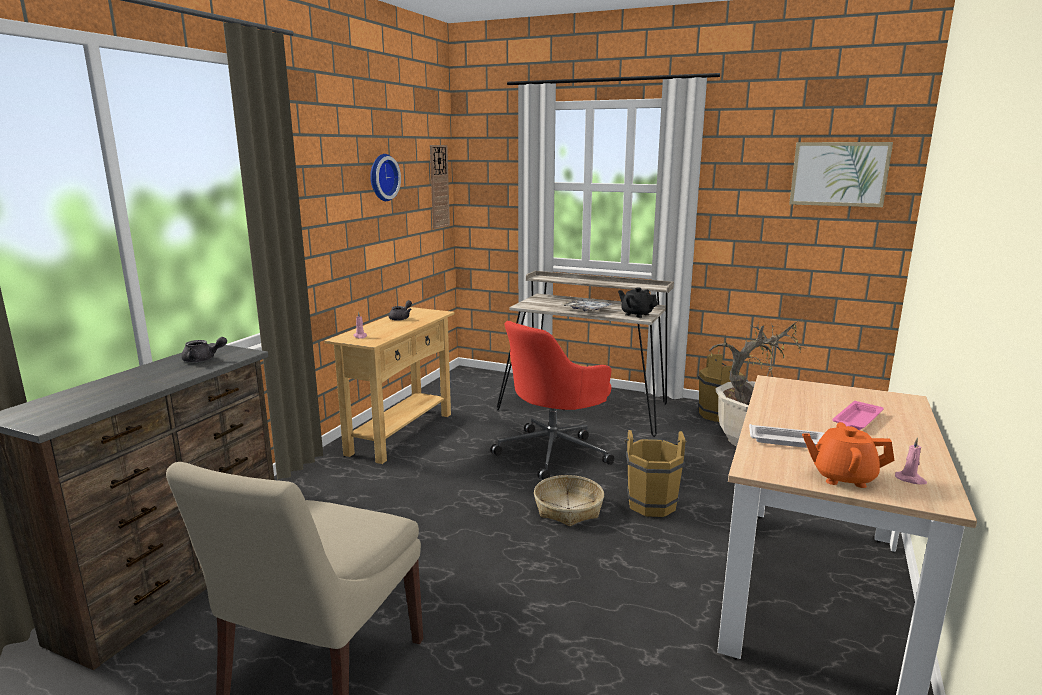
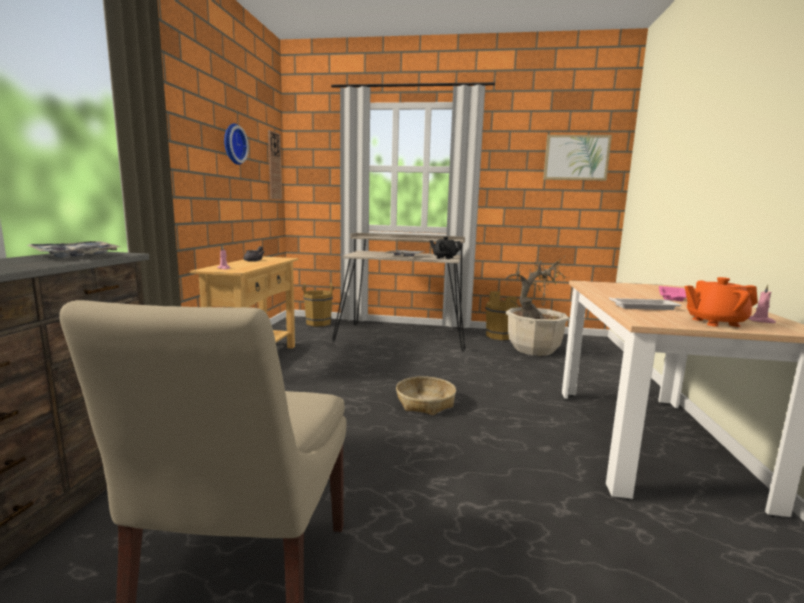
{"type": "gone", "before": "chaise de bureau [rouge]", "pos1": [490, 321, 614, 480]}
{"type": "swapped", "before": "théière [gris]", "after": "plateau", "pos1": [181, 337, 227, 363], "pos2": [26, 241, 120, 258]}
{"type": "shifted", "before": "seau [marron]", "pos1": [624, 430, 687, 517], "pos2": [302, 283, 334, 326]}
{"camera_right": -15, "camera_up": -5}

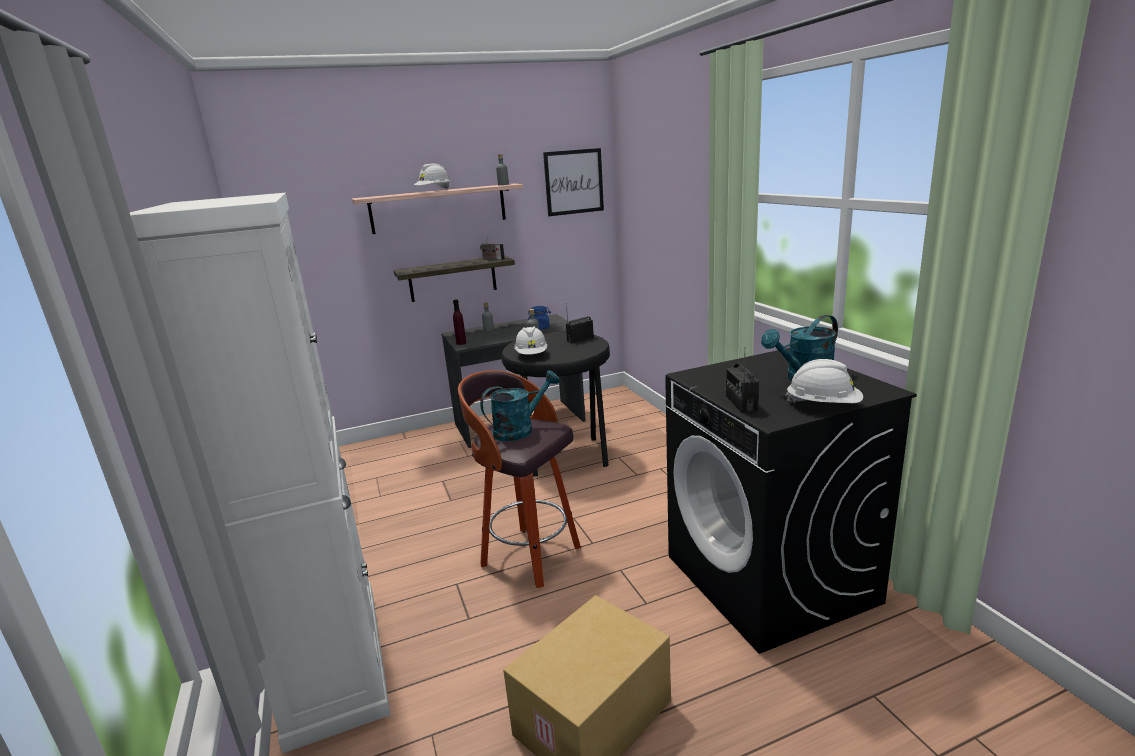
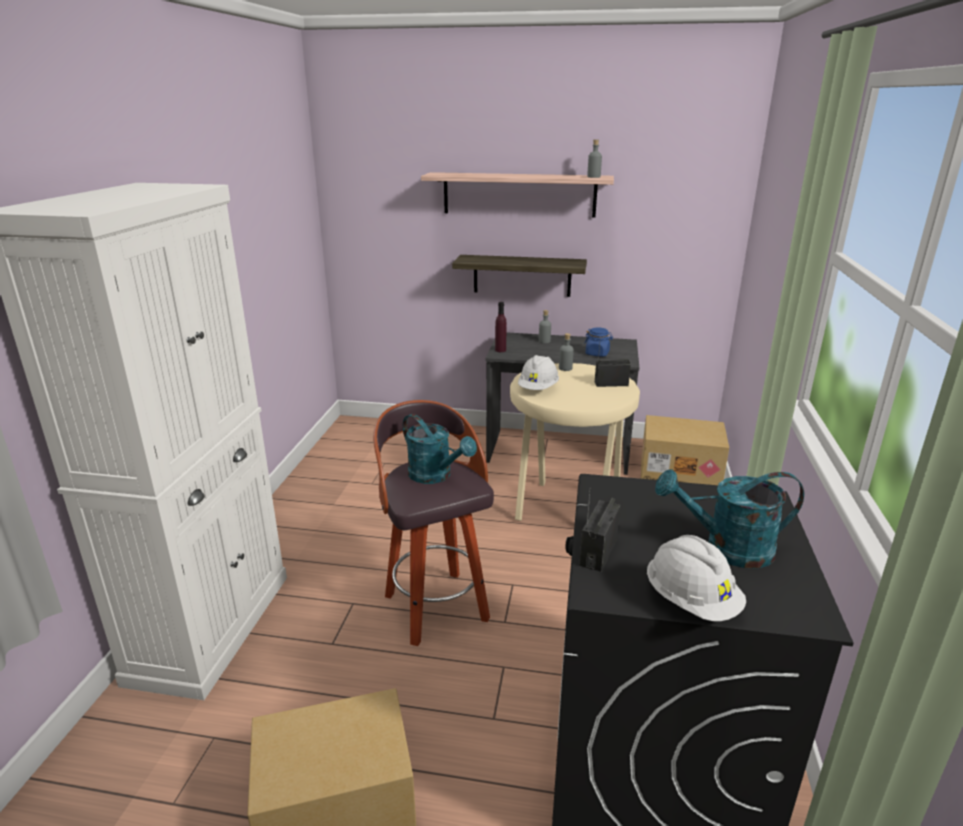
{"type": "gone", "before": "tableau", "pos1": [543, 148, 604, 216]}
{"type": "gone", "before": "casque de chantier [blanc]", "pos1": [414, 164, 450, 190]}
{"type": "gone", "before": "radio", "pos1": [480, 235, 505, 260]}
{"type": "repainted", "before": "tabouret [noir]", "after": "tabouret [beige]", "pos1": [501, 332, 610, 477], "pos2": [510, 363, 640, 521]}
{"type": "rotated", "before": "arrosoir [turquoise]", "pos1": [480, 370, 559, 441], "pos2": [403, 414, 477, 484], "turn": 45}
{"type": "new", "after": "carton", "pos2": [641, 415, 729, 485]}
{"camera_right": 30, "camera_up": 5}

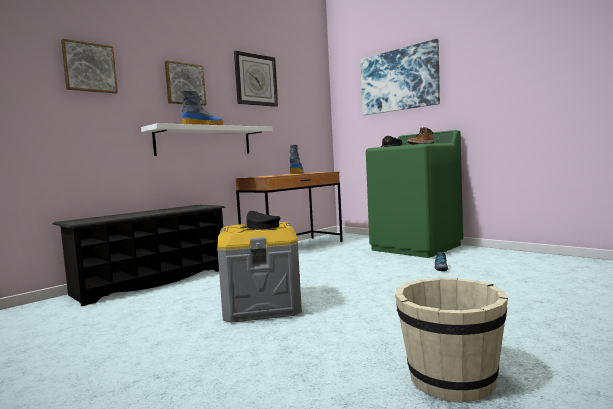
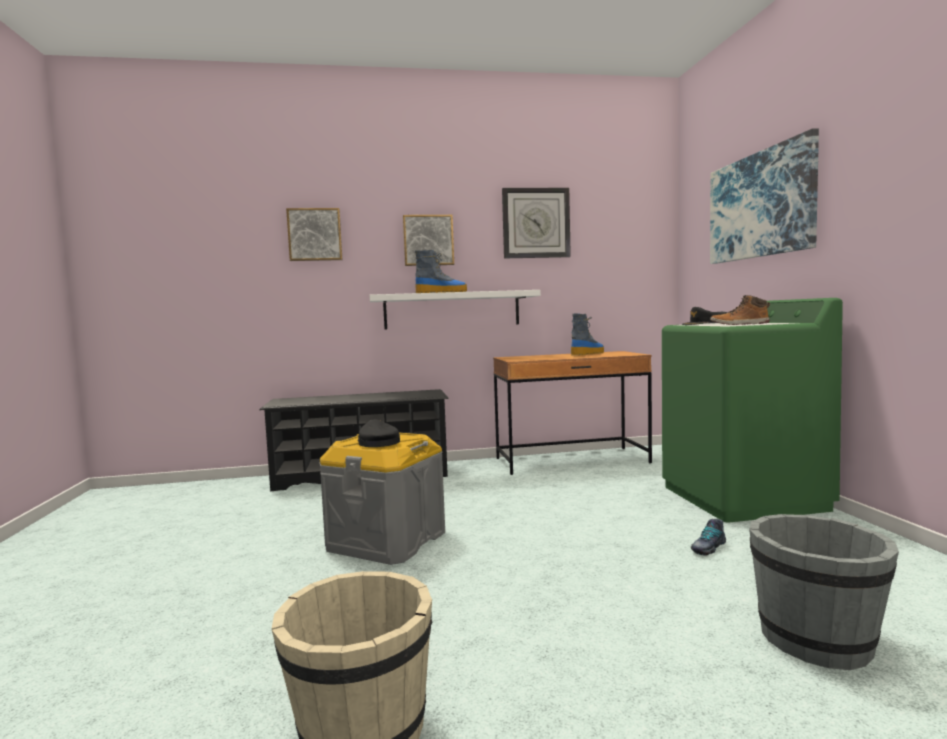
{"type": "new", "after": "seau [gris]", "pos2": [749, 514, 899, 670]}
{"camera_right": 35, "camera_up": 0}

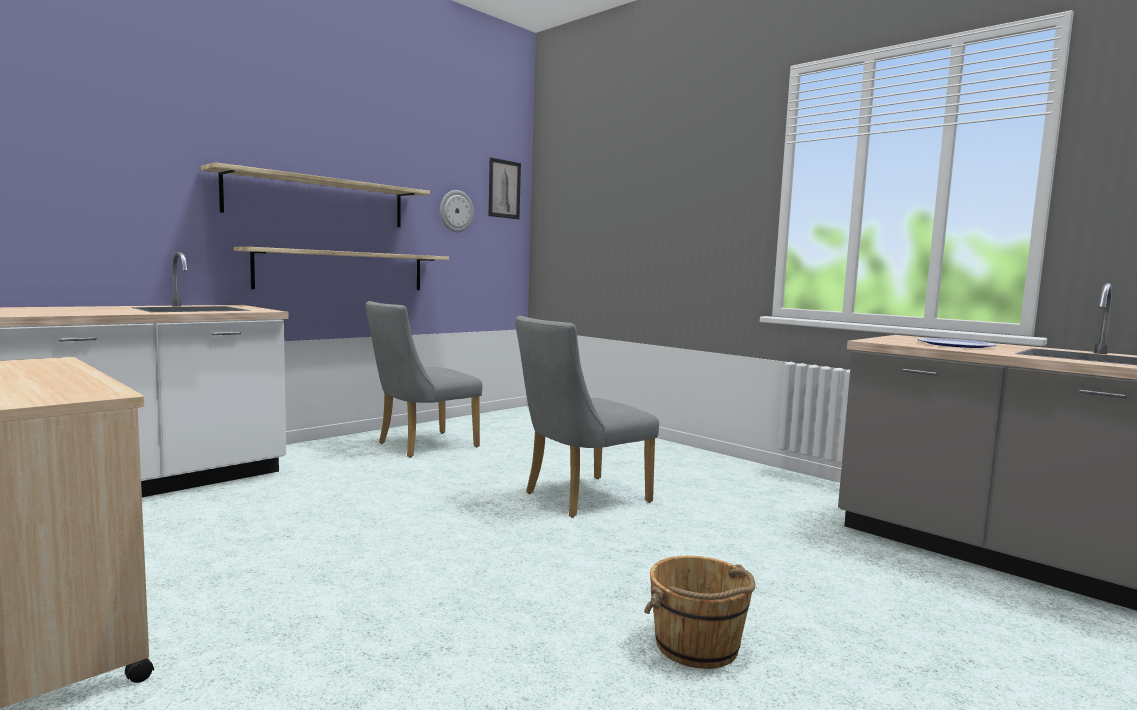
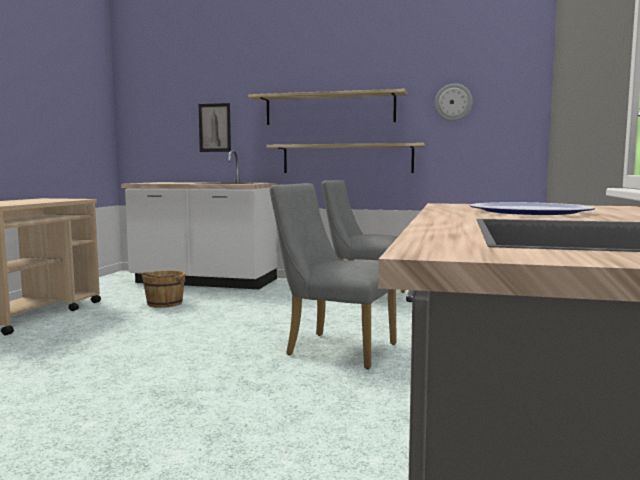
{"type": "shifted", "before": "tableau", "pos1": [489, 157, 521, 219], "pos2": [198, 103, 231, 152]}
{"type": "shifted", "before": "seau [marron]", "pos1": [644, 556, 755, 669], "pos2": [141, 270, 186, 308]}
{"camera_right": 60, "camera_up": 0}

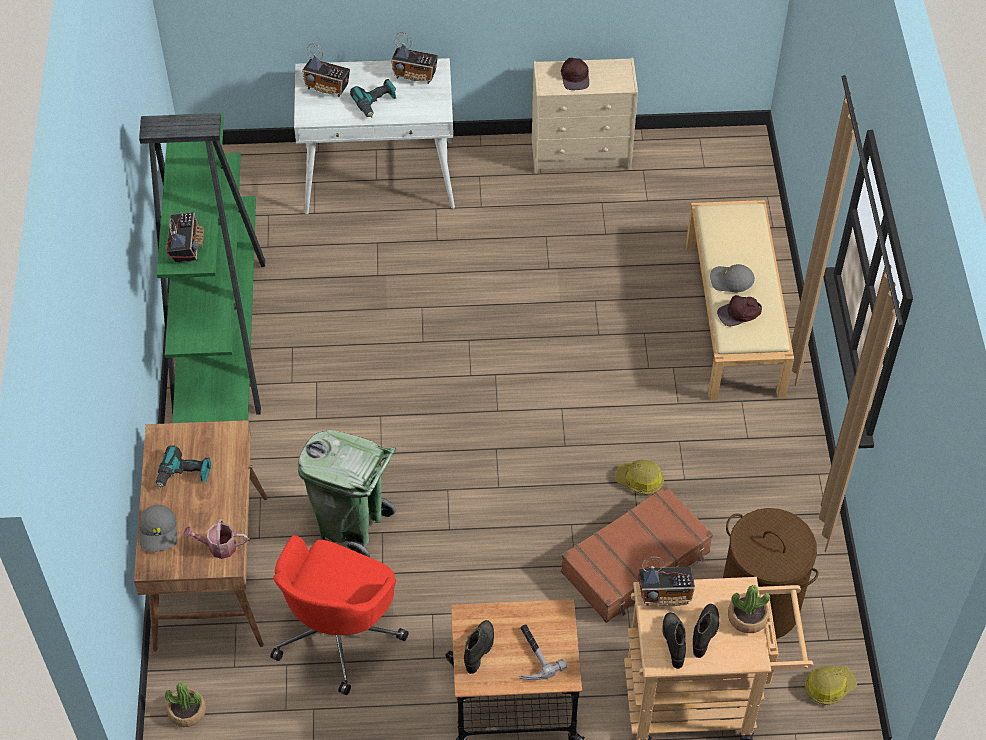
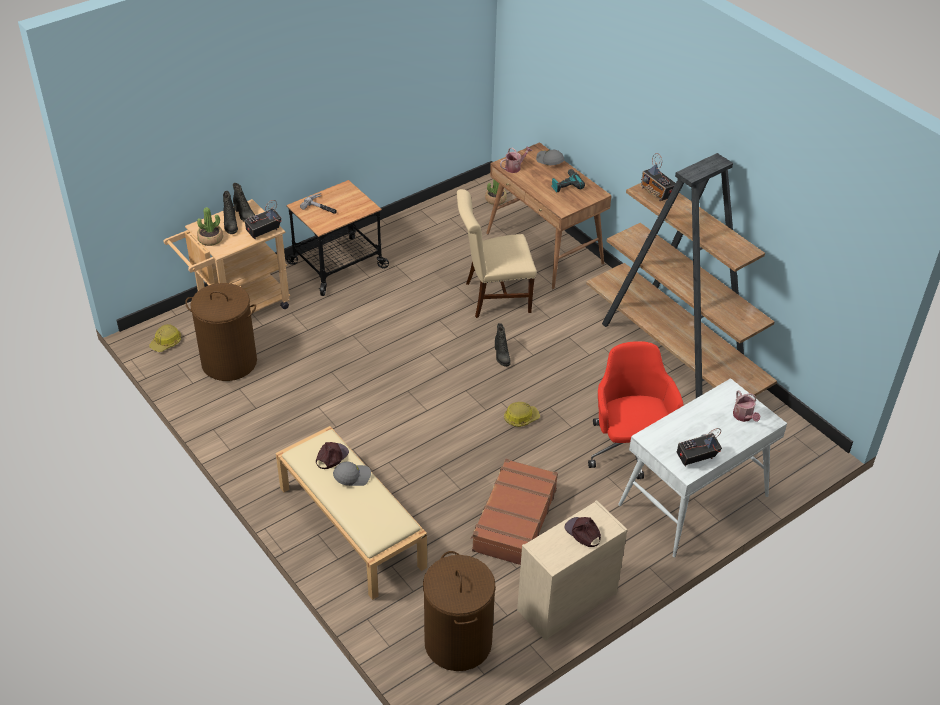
{"type": "swapped", "before": "radio", "after": "arrosoir", "pos1": [302, 43, 350, 97], "pos2": [733, 390, 760, 422]}
{"type": "gone", "before": "perceuse", "pos1": [350, 79, 396, 118]}
{"type": "repainted", "before": "bibliothèque [vert]", "after": "bibliothèque [marron]", "pos1": [139, 113, 265, 423], "pos2": [586, 153, 777, 398]}
{"type": "swapped", "before": "poubelle [vert]", "after": "chaise [beige]", "pos1": [298, 430, 396, 557], "pos2": [457, 189, 537, 318]}
{"type": "shifted", "before": "casque de chantier", "pos1": [615, 460, 664, 495], "pos2": [504, 402, 540, 427]}
{"type": "shifted", "before": "valise [marron]", "pos1": [561, 486, 713, 623], "pos2": [471, 459, 558, 565]}
{"type": "shifted", "before": "chaise de bureau [rouge]", "pos1": [270, 535, 409, 695], "pos2": [588, 341, 684, 479]}
{"type": "shifted", "before": "botte [noir]", "pos1": [464, 620, 494, 674], "pos2": [495, 323, 511, 367]}
{"type": "new", "after": "panier à linge [marron]", "pos2": [423, 551, 496, 671]}
{"camera_right": 145, "camera_up": -10}

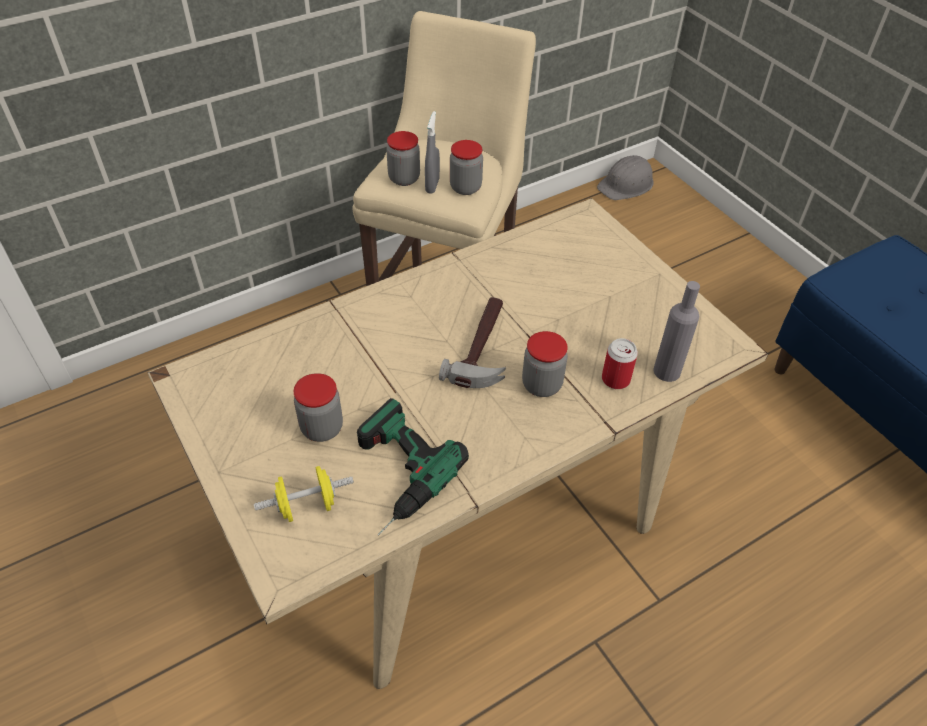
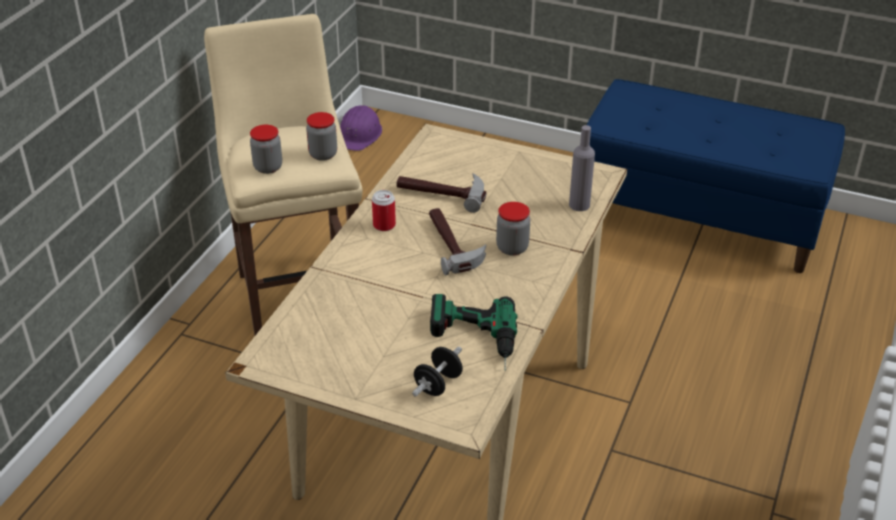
{"type": "gone", "before": "vaporisateur [gris]", "pos1": [425, 111, 440, 194]}
{"type": "repainted", "before": "casque de chantier [gris]", "after": "casque de chantier [violet]", "pos1": [597, 155, 654, 200], "pos2": [340, 105, 382, 151]}
{"type": "shifted", "before": "boîte métallique", "pos1": [602, 338, 638, 389], "pos2": [372, 190, 396, 231]}
{"type": "gone", "before": "bocal", "pos1": [294, 373, 343, 442]}
{"type": "repainted", "before": "haltère [jaune]", "after": "haltère [noir]", "pos1": [254, 466, 354, 522], "pos2": [412, 347, 463, 397]}
{"type": "new", "after": "marteau", "pos2": [397, 173, 487, 213]}
{"camera_right": -35, "camera_up": -10}

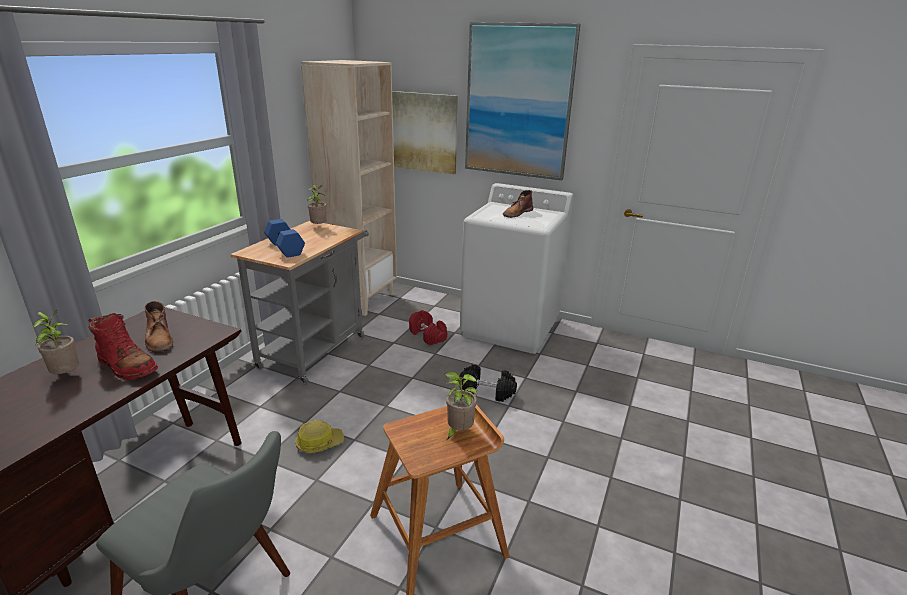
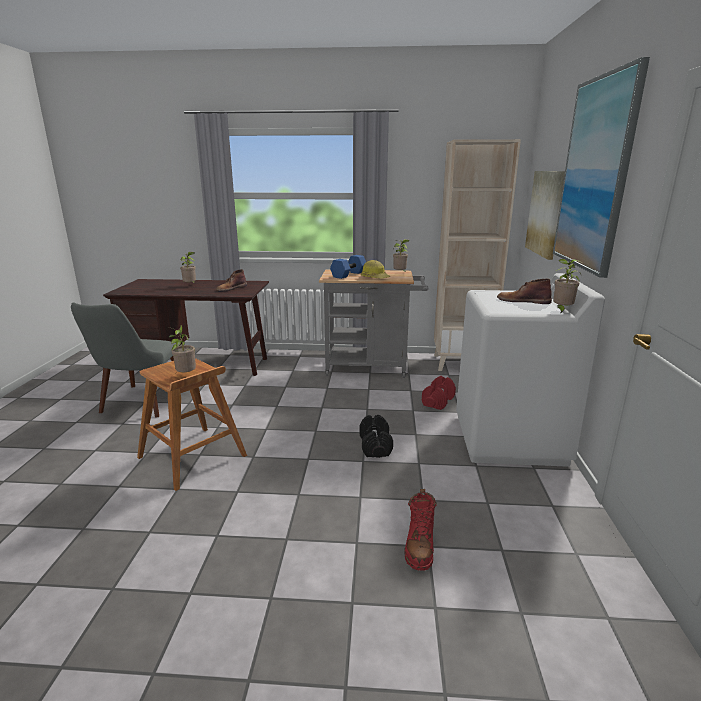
{"type": "shifted", "before": "botte [rouge]", "pos1": [88, 313, 158, 380], "pos2": [404, 489, 437, 571]}
{"type": "shifted", "before": "casque de chantier", "pos1": [295, 420, 344, 453], "pos2": [361, 260, 390, 278]}
{"type": "new", "after": "plante en pot", "pos2": [553, 259, 581, 314]}
{"camera_right": 70, "camera_up": -5}

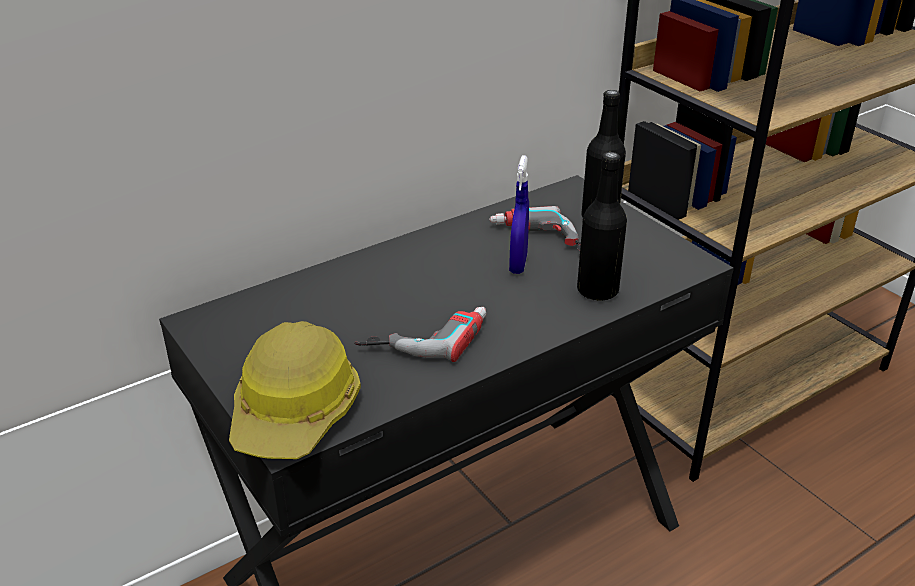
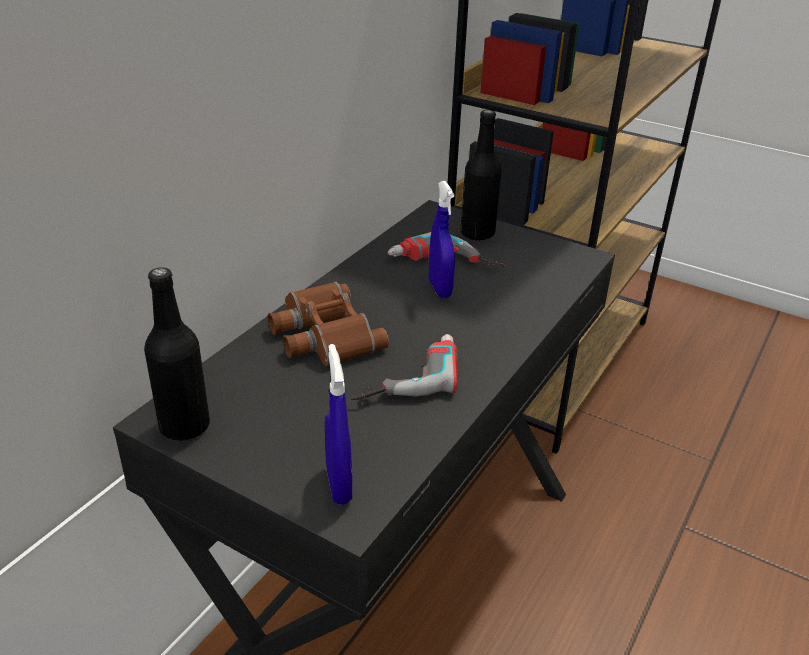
{"type": "shifted", "before": "bouteille [noir]", "pos1": [577, 152, 627, 301], "pos2": [144, 267, 210, 441]}
{"type": "swapped", "before": "casque de chantier", "after": "vaporisateur [bleu]", "pos1": [229, 321, 361, 459], "pos2": [325, 344, 352, 504]}
{"type": "new", "after": "jumelles [marron]", "pos2": [268, 282, 389, 366]}
{"camera_right": -25, "camera_up": 0}

